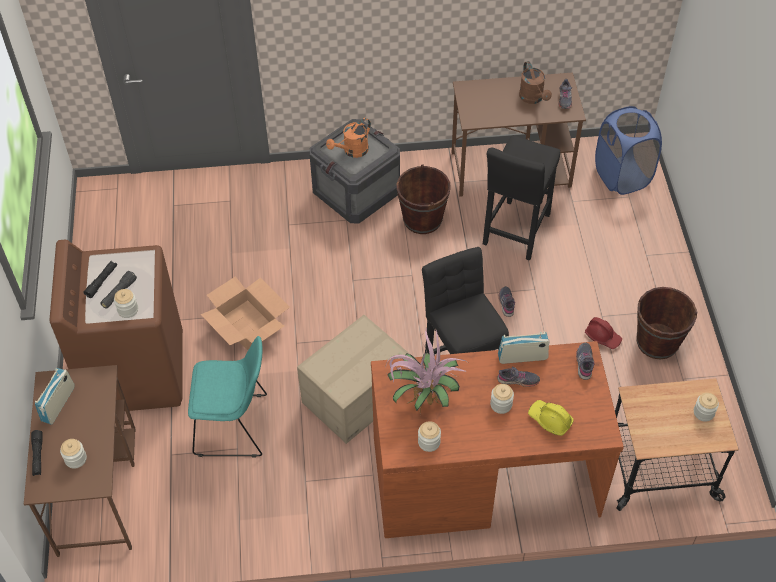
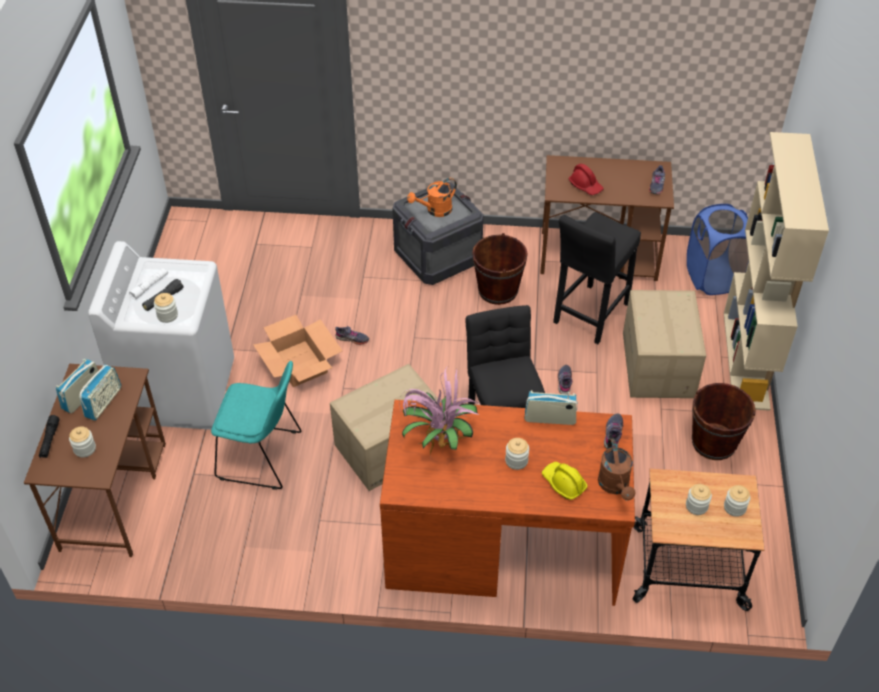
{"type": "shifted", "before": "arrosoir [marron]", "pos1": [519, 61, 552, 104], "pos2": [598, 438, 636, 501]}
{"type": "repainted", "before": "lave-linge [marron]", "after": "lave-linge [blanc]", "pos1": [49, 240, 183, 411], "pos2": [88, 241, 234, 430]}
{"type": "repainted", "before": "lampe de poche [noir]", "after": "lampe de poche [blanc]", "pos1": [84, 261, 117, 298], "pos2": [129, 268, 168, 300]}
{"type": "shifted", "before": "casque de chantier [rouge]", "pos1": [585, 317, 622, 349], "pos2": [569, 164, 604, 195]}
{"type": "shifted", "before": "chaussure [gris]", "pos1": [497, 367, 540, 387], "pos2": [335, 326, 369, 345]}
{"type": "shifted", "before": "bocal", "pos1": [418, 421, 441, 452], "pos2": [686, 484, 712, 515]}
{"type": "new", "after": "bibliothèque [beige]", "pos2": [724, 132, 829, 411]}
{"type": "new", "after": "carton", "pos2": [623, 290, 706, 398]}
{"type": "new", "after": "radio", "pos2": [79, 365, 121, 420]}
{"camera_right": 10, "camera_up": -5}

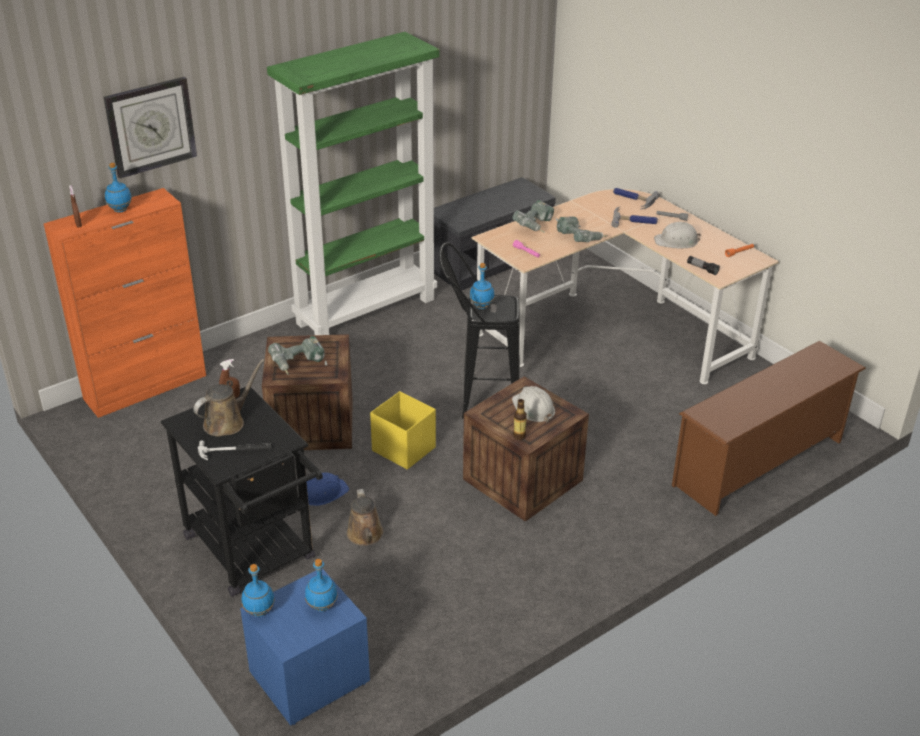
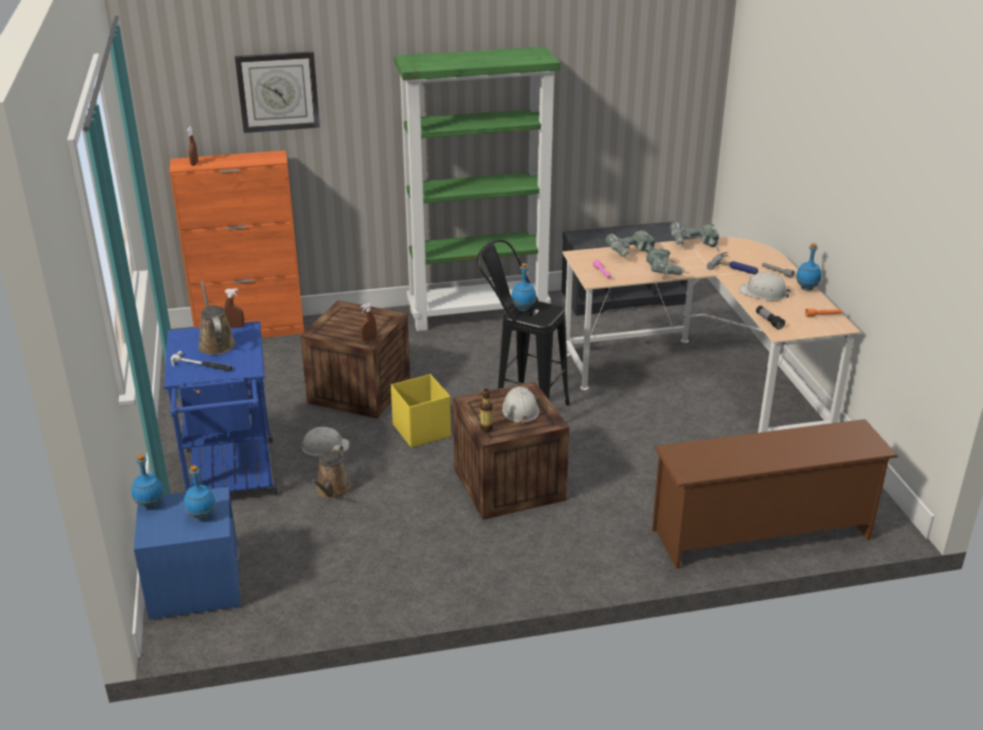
{"type": "shifted", "before": "bouteille [bleu]", "pos1": [105, 163, 132, 213], "pos2": [796, 243, 822, 291]}
{"type": "gone", "before": "marteau", "pos1": [613, 188, 660, 209]}
{"type": "shifted", "before": "perceuse", "pos1": [268, 336, 327, 375], "pos2": [670, 221, 719, 250]}
{"type": "rotated", "before": "arrosoir [marron]", "pos1": [193, 359, 265, 437], "pos2": [198, 281, 236, 355], "turn": -90}
{"type": "repainted", "before": "chariot [noir]", "after": "chariot [bleu]", "pos1": [161, 387, 323, 597], "pos2": [164, 321, 277, 495]}
{"type": "repainted", "before": "casque de chantier [bleu]", "after": "casque de chantier [blanc]", "pos1": [306, 473, 349, 506], "pos2": [299, 427, 349, 456]}
{"type": "new", "after": "vaporisateur [marron]", "pos2": [360, 303, 377, 341]}
{"camera_right": 25, "camera_up": -5}

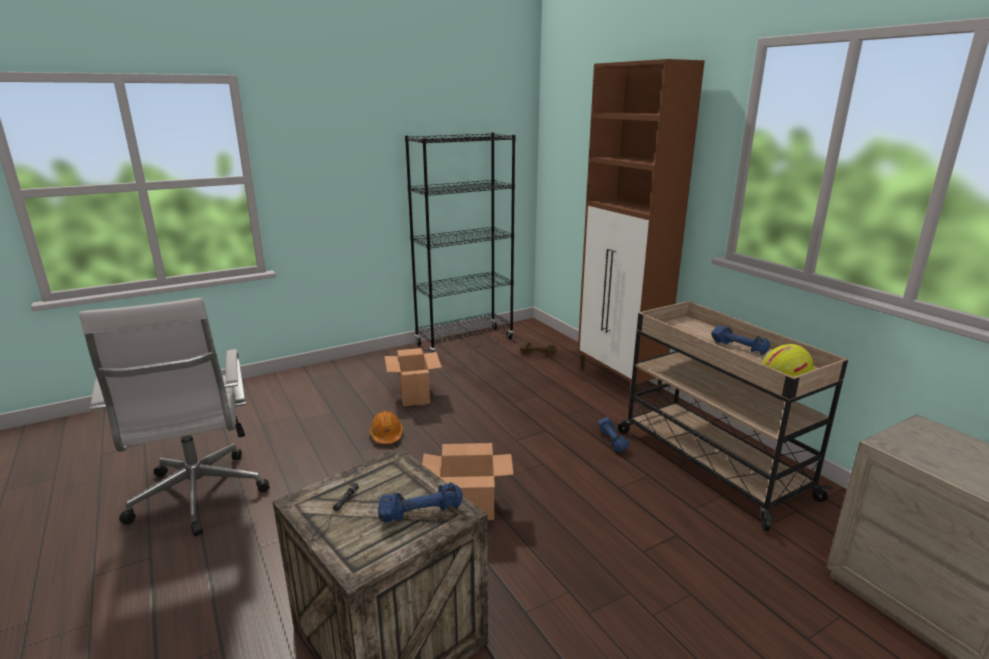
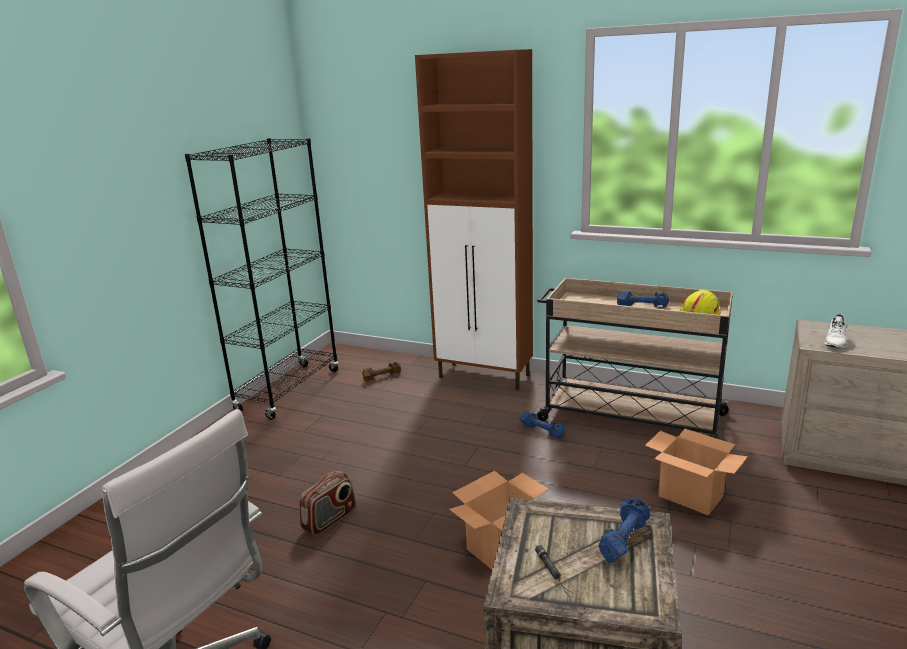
{"type": "shifted", "before": "carton", "pos1": [385, 348, 442, 406], "pos2": [645, 429, 748, 516]}
{"type": "swapped", "before": "casque de chantier [orange]", "after": "radio", "pos1": [370, 411, 403, 444], "pos2": [299, 471, 356, 536]}
{"type": "new", "after": "chaussure [blanc]", "pos2": [824, 314, 847, 348]}
{"camera_right": -35, "camera_up": 0}

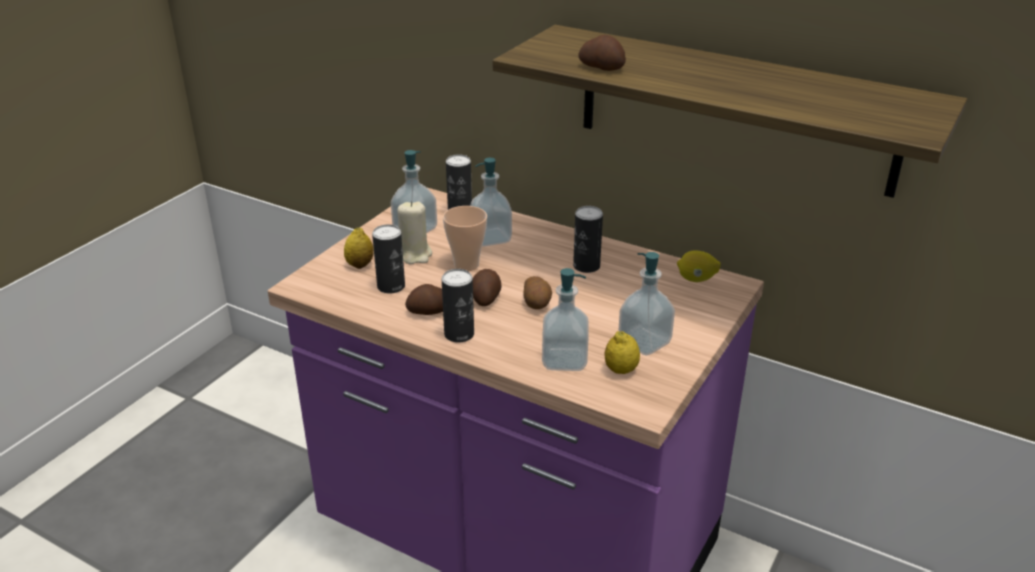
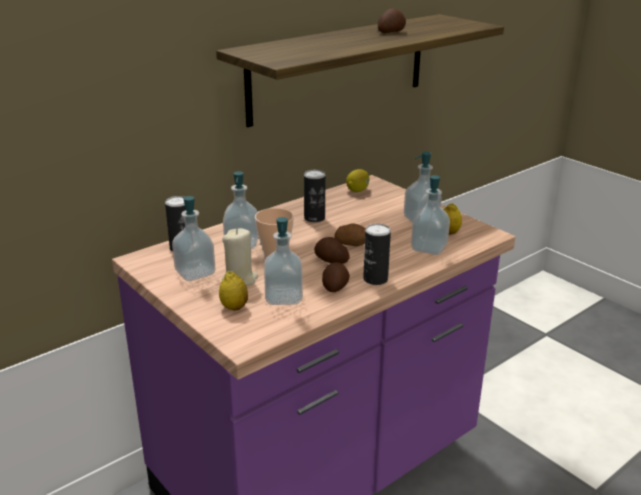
{"type": "shifted", "before": "pomme de terre", "pos1": [579, 35, 626, 71], "pos2": [378, 8, 406, 33]}
{"type": "swapped", "before": "boîte métallique", "after": "distributeur de savon", "pos1": [372, 224, 405, 294], "pos2": [264, 217, 303, 305]}
{"camera_right": -70, "camera_up": -5}

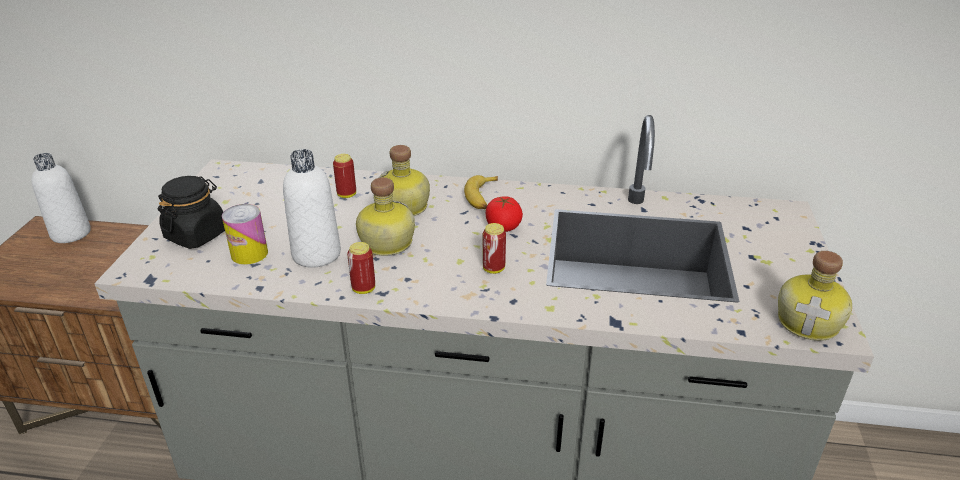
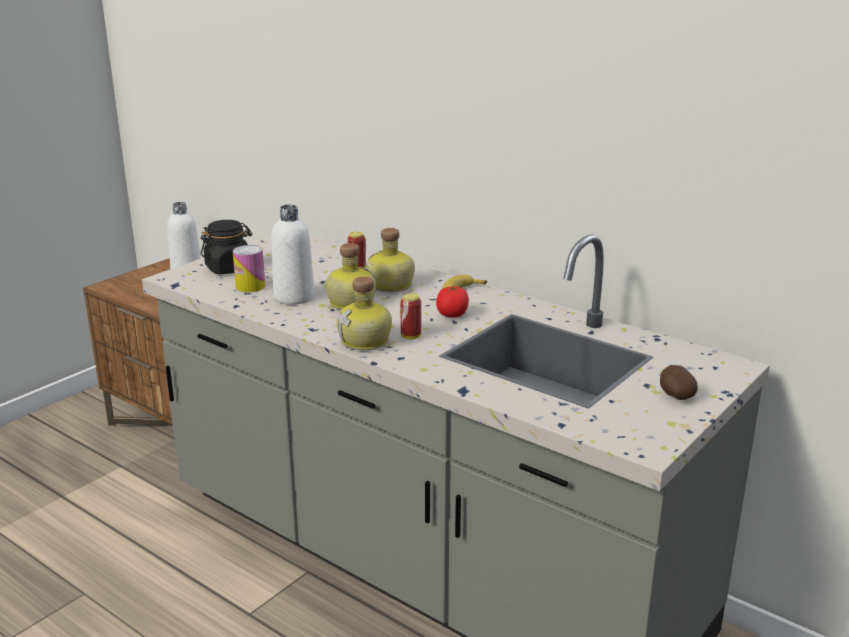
{"type": "gone", "before": "boîte métallique", "pos1": [347, 242, 375, 294]}
{"type": "shifted", "before": "bouteille", "pos1": [778, 251, 852, 341], "pos2": [336, 277, 392, 350]}
{"type": "new", "after": "pomme de terre", "pos2": [660, 365, 698, 400]}
{"camera_right": 30, "camera_up": -10}

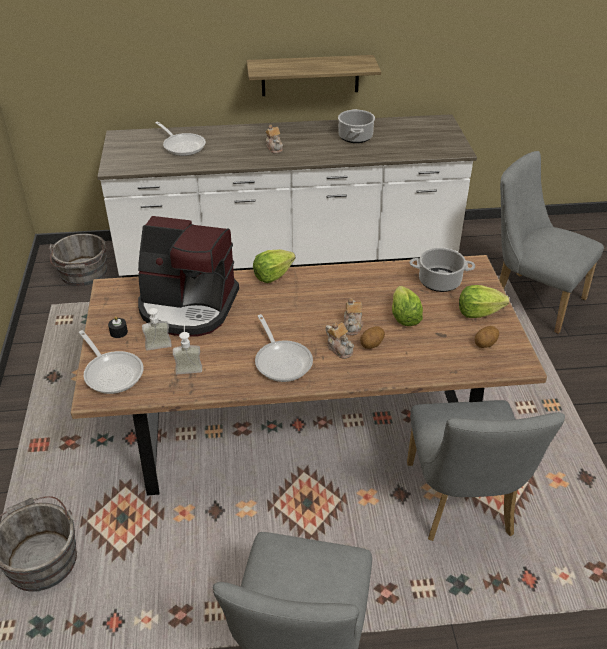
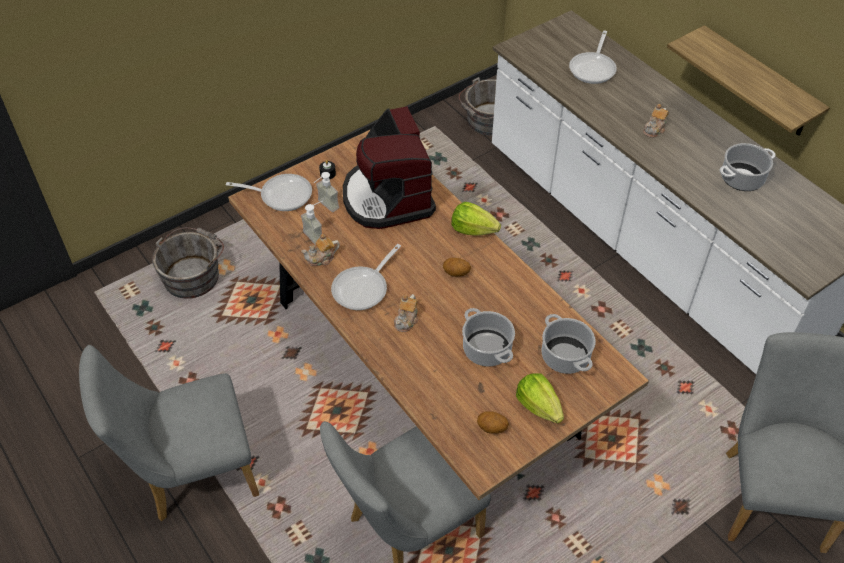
{"type": "swapped", "before": "laitue", "after": "marmite", "pos1": [392, 286, 423, 326], "pos2": [462, 308, 515, 367]}
{"type": "shifted", "before": "théière", "pos1": [344, 298, 363, 335], "pos2": [301, 234, 340, 266]}
{"type": "shifted", "before": "pomme de terre", "pos1": [360, 326, 385, 349], "pos2": [443, 258, 471, 277]}
{"type": "rotated", "before": "poêle", "pos1": [79, 330, 144, 394], "pos2": [226, 174, 312, 211], "turn": -105}
{"camera_right": 60, "camera_up": 10}

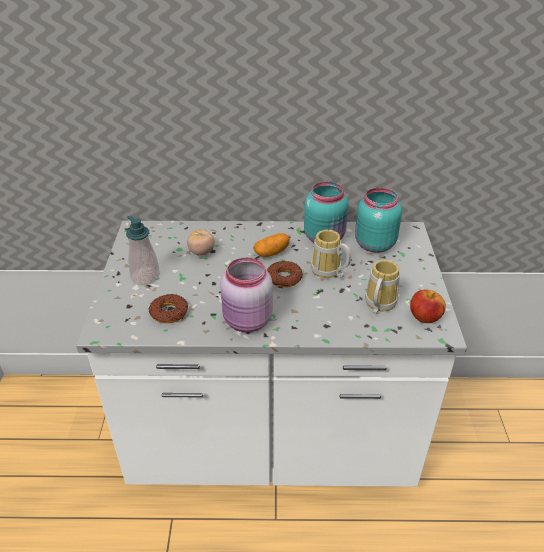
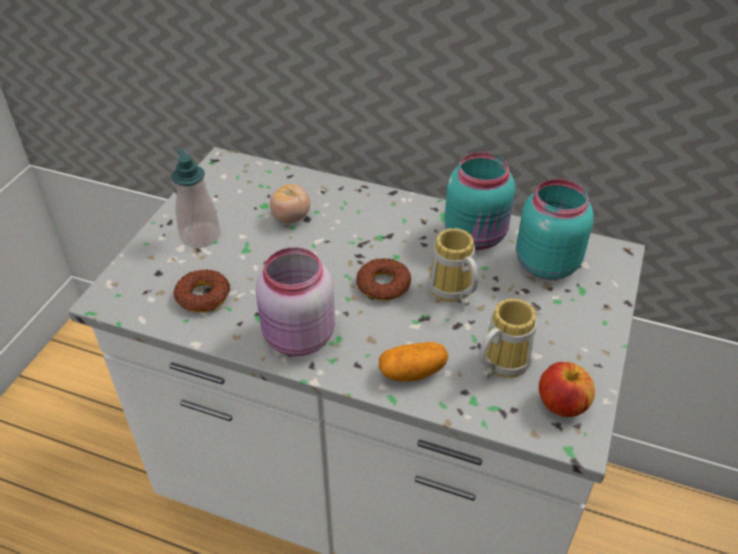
{"type": "shifted", "before": "pomme de terre", "pos1": [253, 233, 290, 257], "pos2": [379, 342, 449, 381]}
{"camera_right": 20, "camera_up": 5}

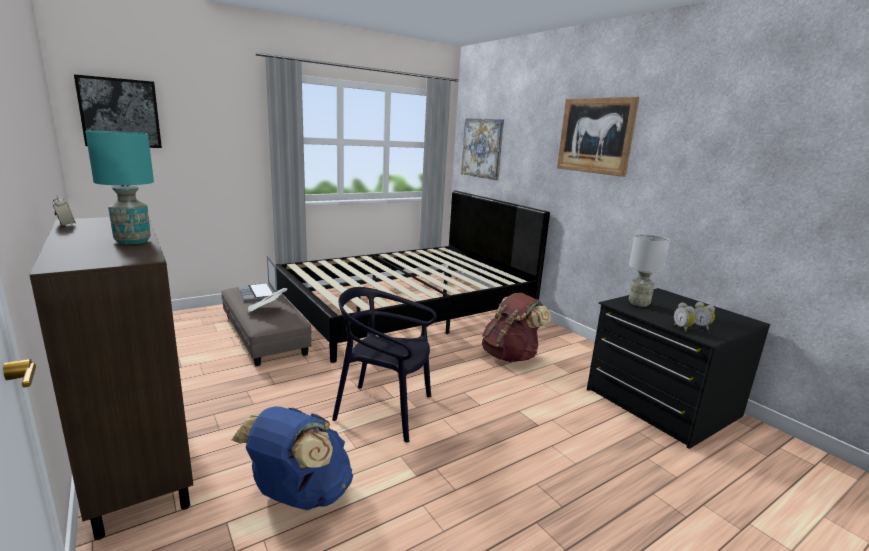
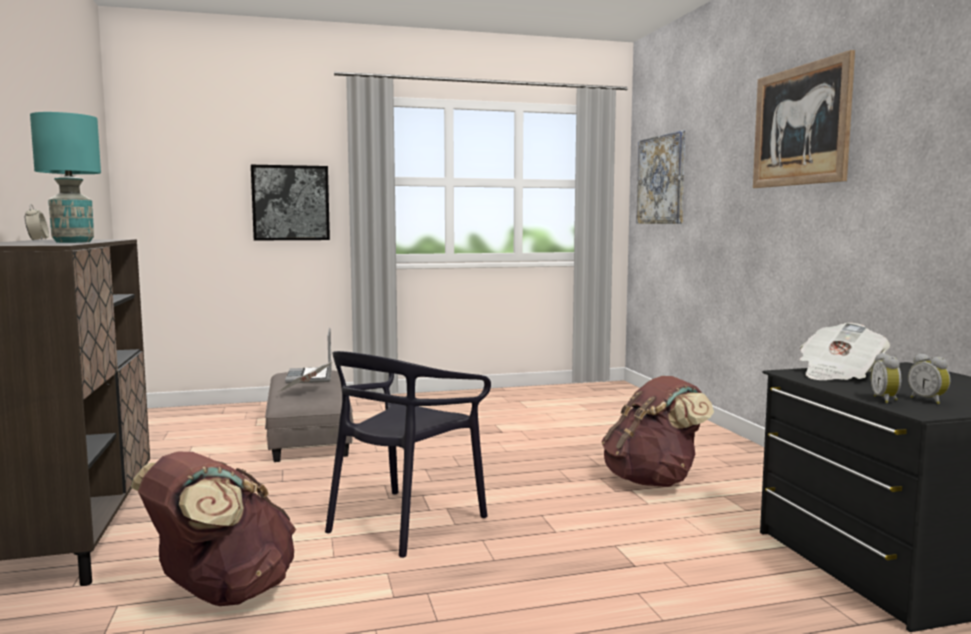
{"type": "shifted", "before": "tableau", "pos1": [74, 74, 162, 148], "pos2": [251, 165, 330, 240]}
{"type": "gone", "before": "lit [noir]", "pos1": [275, 191, 550, 363]}
{"type": "swapped", "before": "lampe de table [gris]", "after": "journal", "pos1": [629, 234, 670, 307], "pos2": [800, 323, 890, 380]}
{"type": "rotated", "before": "chaise [noir]", "pos1": [332, 287, 437, 442], "pos2": [325, 351, 491, 558], "turn": -90}
{"type": "repainted", "before": "sac à dos [bleu]", "after": "sac à dos [marron]", "pos1": [231, 406, 353, 510], "pos2": [131, 452, 296, 606]}
{"camera_right": 20, "camera_up": -10}

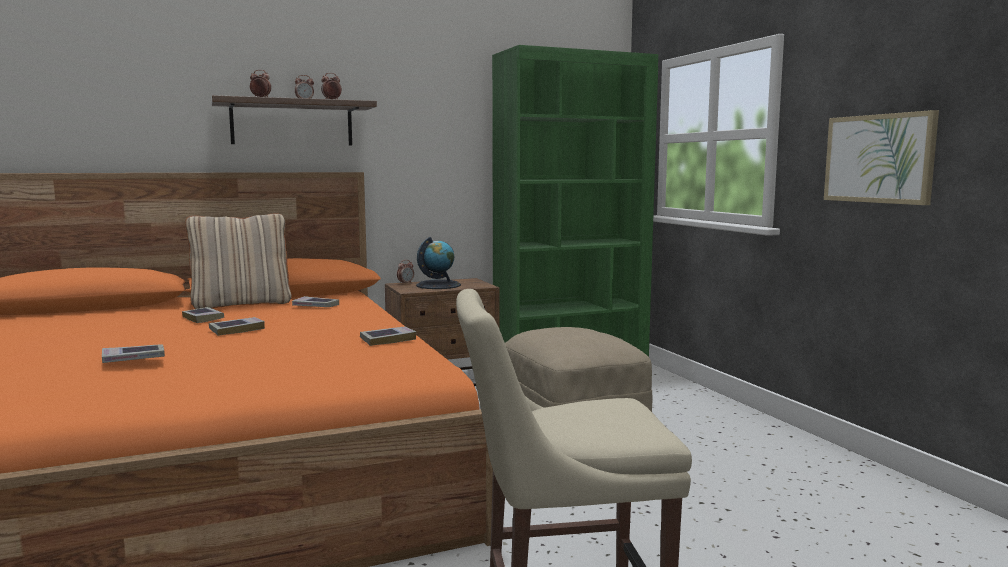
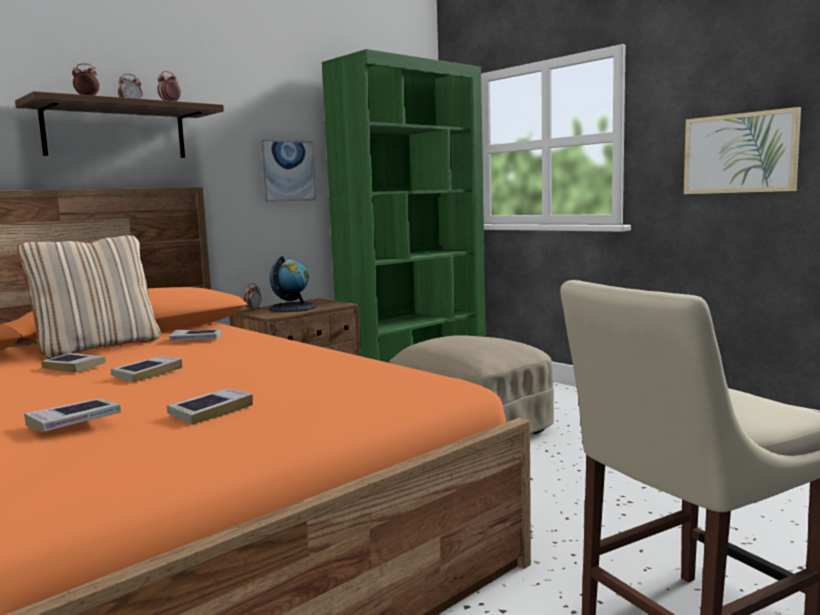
{"type": "shifted", "before": "livre", "pos1": [360, 326, 416, 346], "pos2": [167, 388, 253, 425]}
{"type": "new", "after": "tableau", "pos2": [259, 140, 316, 202]}
{"camera_right": -20, "camera_up": 0}

